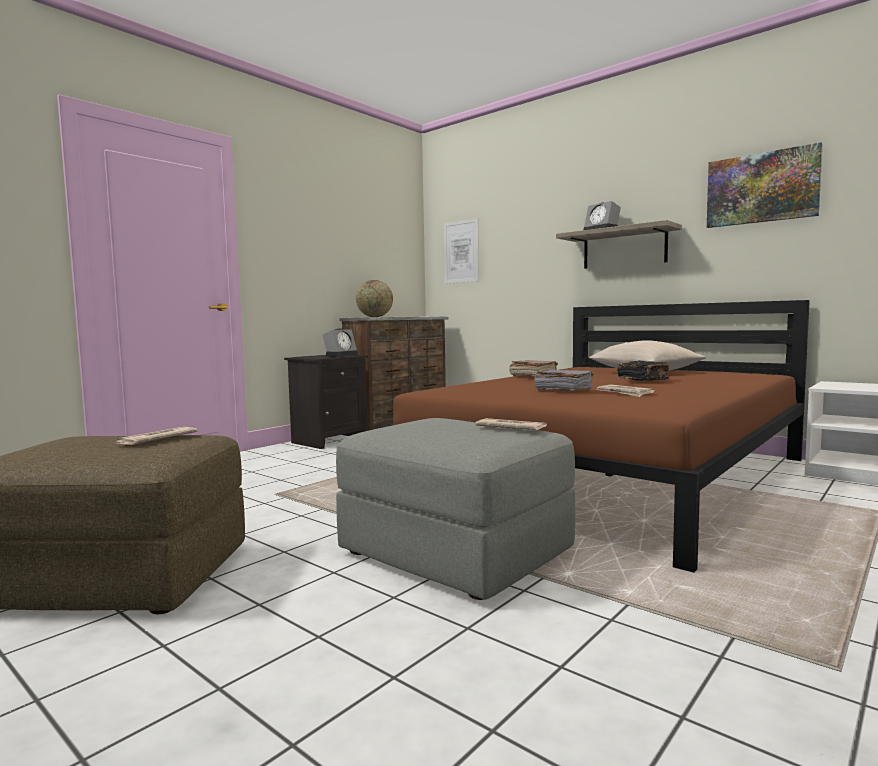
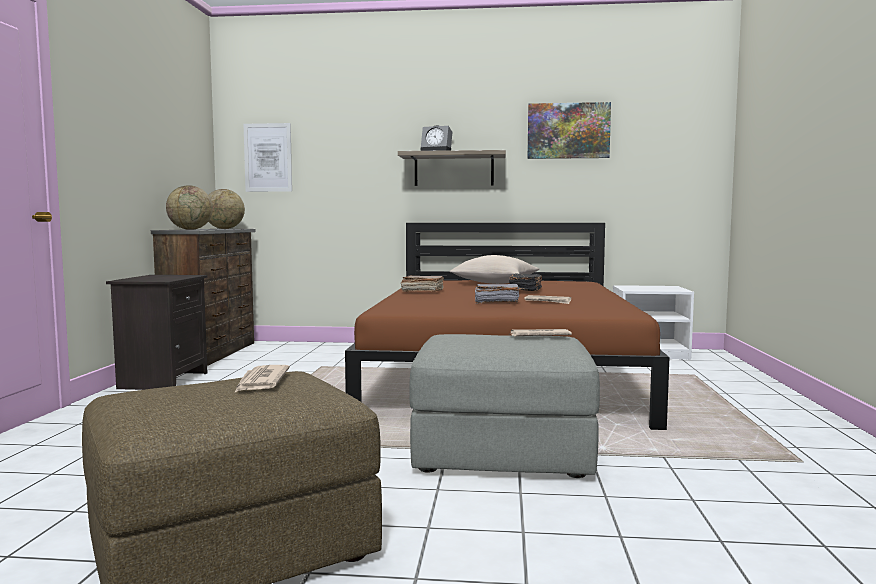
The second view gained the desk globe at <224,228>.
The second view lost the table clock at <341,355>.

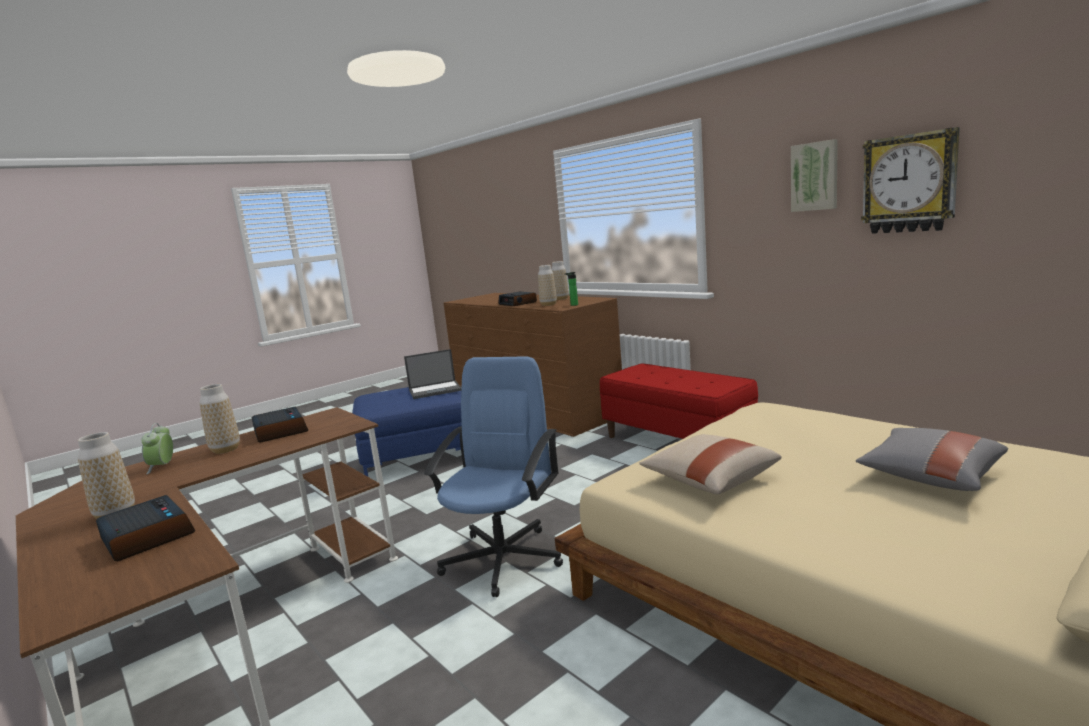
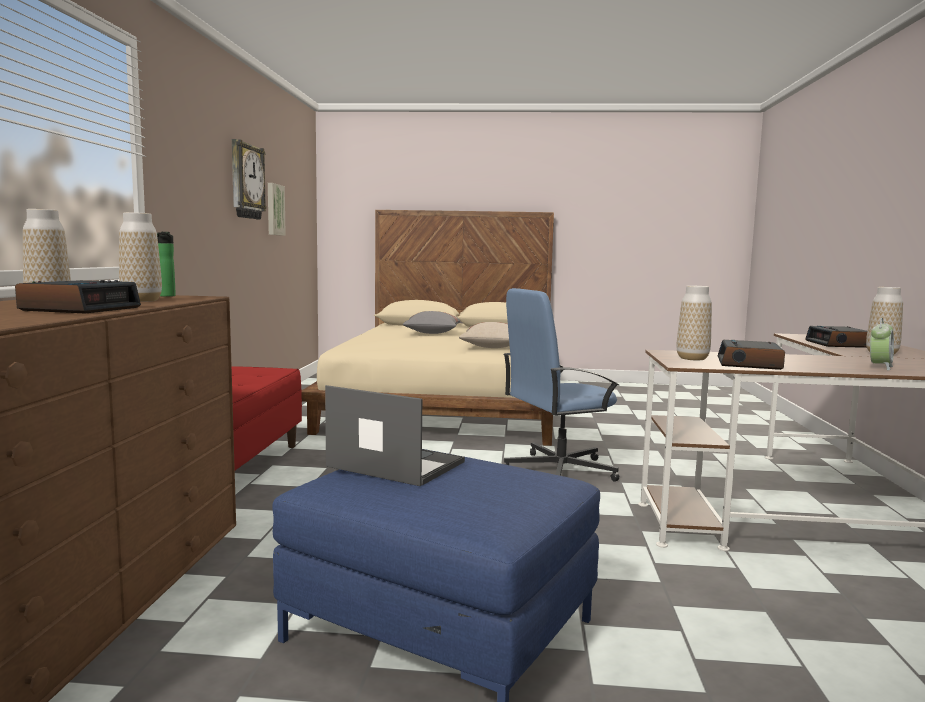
The wall art ended up elsewhere, having gone from <815,176> to <274,209>.
The vase ended up elsewhere, having gone from <225,449> to <692,358>.

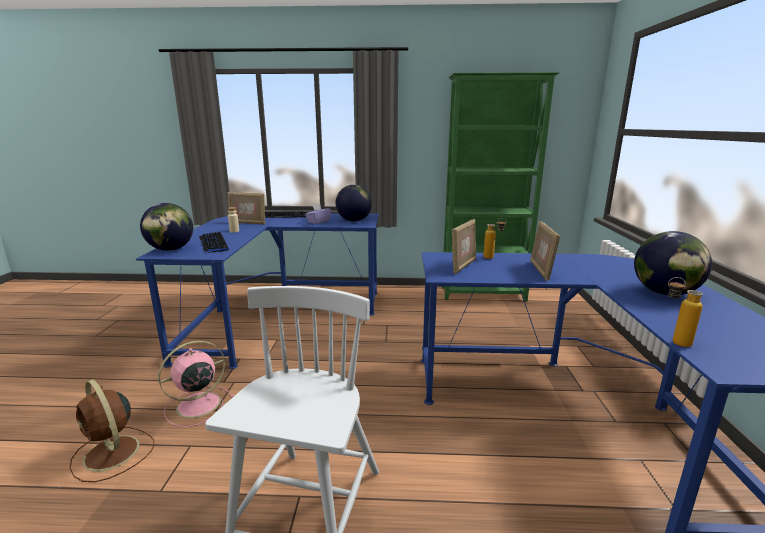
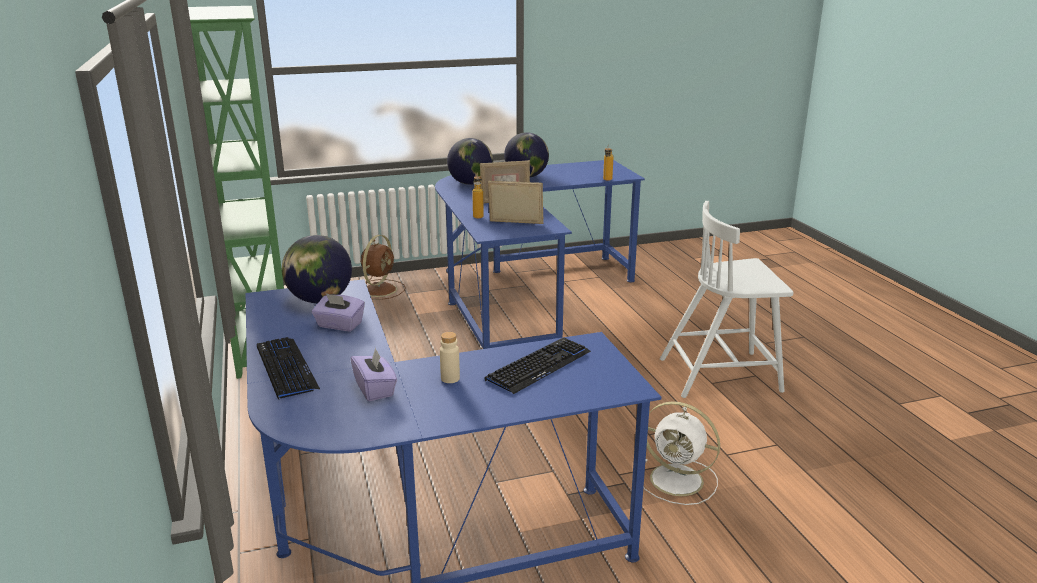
Where the picture frame stood at <247,223>, the tissue box (purple) came to stand at <375,389>.
The fan (brownish) ended up elsewhere, having gone from <112,454> to <380,289>.
The desk globe ended up elsewhere, having gone from <171,249> to <471,183>.
What was the fan (pink-coloured) at <196,405> turned into the fan (whitish) at <679,480>.

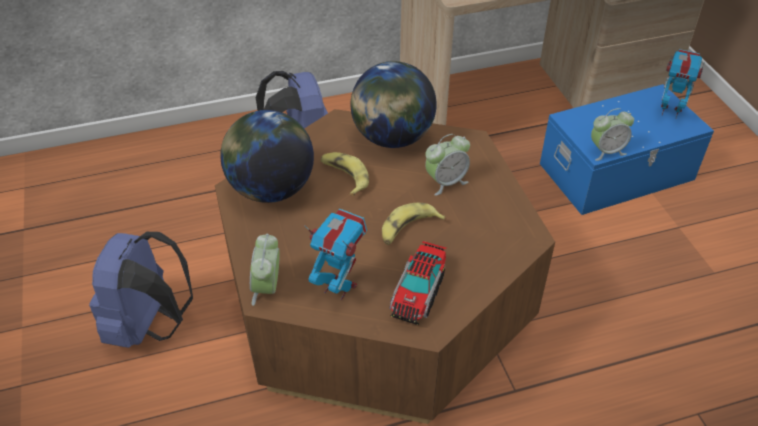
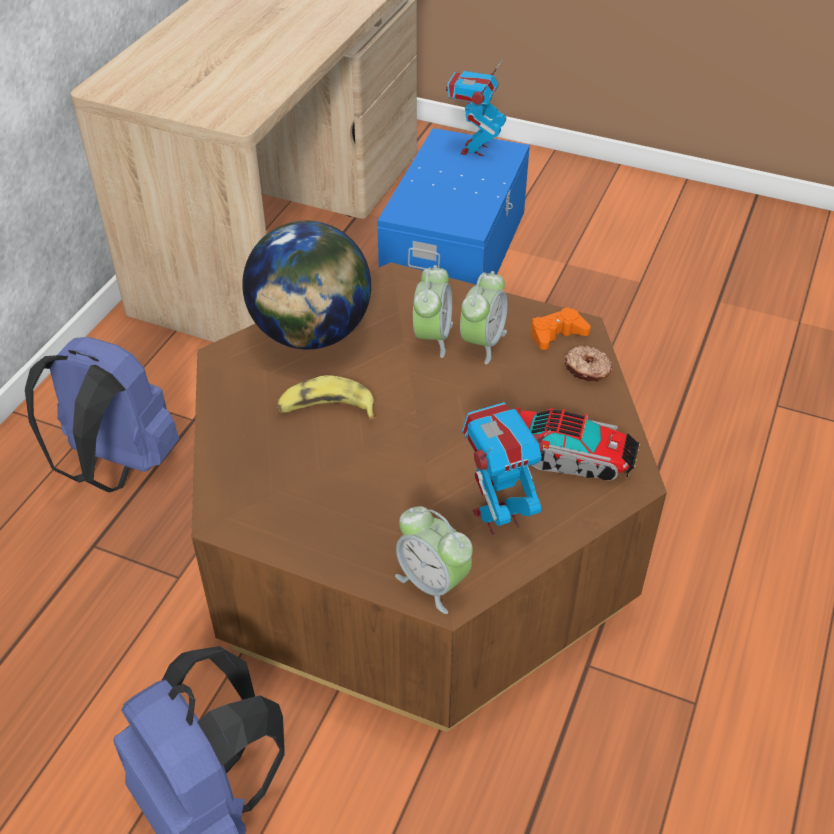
The model robot at <670,111> ended up facing another way, 45 degrees counterclockwise from before.
The table clock ended up elsewhere, having gone from <606,151> to <482,343>.
The toy truck at <418,292> ended up facing another way, 45 degrees counterclockwise from before.
The second view gained the joypad (orange-coloured) at <557,334>.
The second view gained the doughnut at <587,370>.
The second view lost the desk globe at <271,189>.
The second view lost the whole banana at <408,229>.

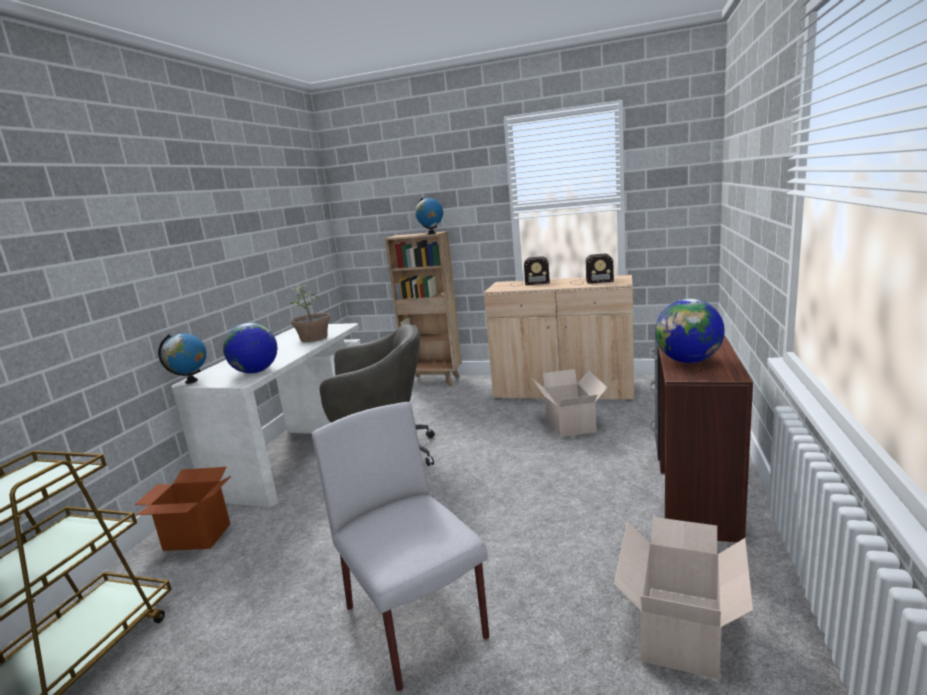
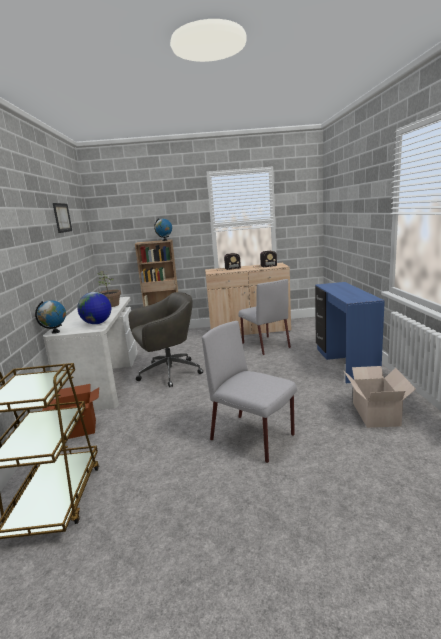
The second view gained the wall art at <62,217>.
Where the carton stood at <570,424>, the chair (gray) came to stand at <265,345>.
What was the desk (brownish) at <691,487> turned into the desk (blue-coloured) at <344,363>.
The second view lost the desk globe at <688,361>.

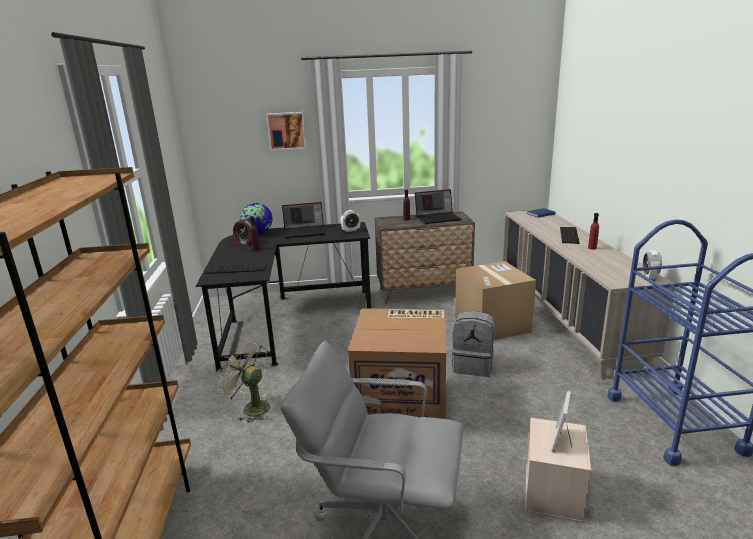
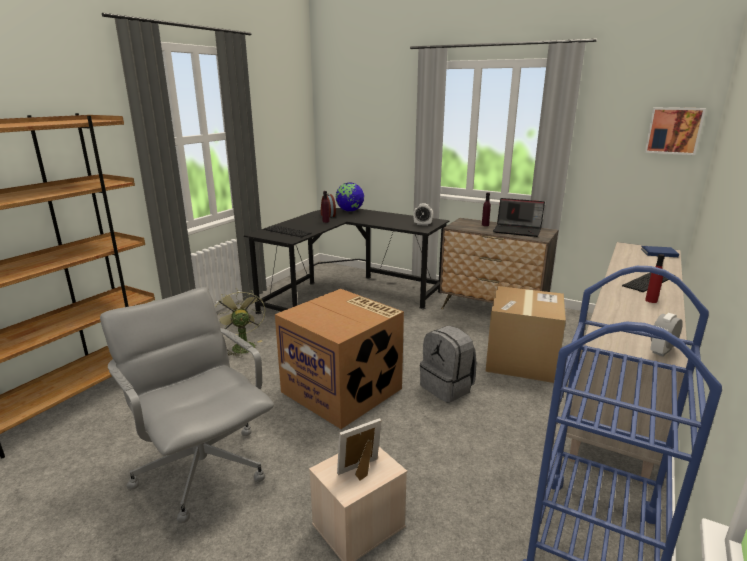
The wall art ended up elsewhere, having gone from <286,131> to <674,130>.
The second view lost the portable computer at <305,232>.

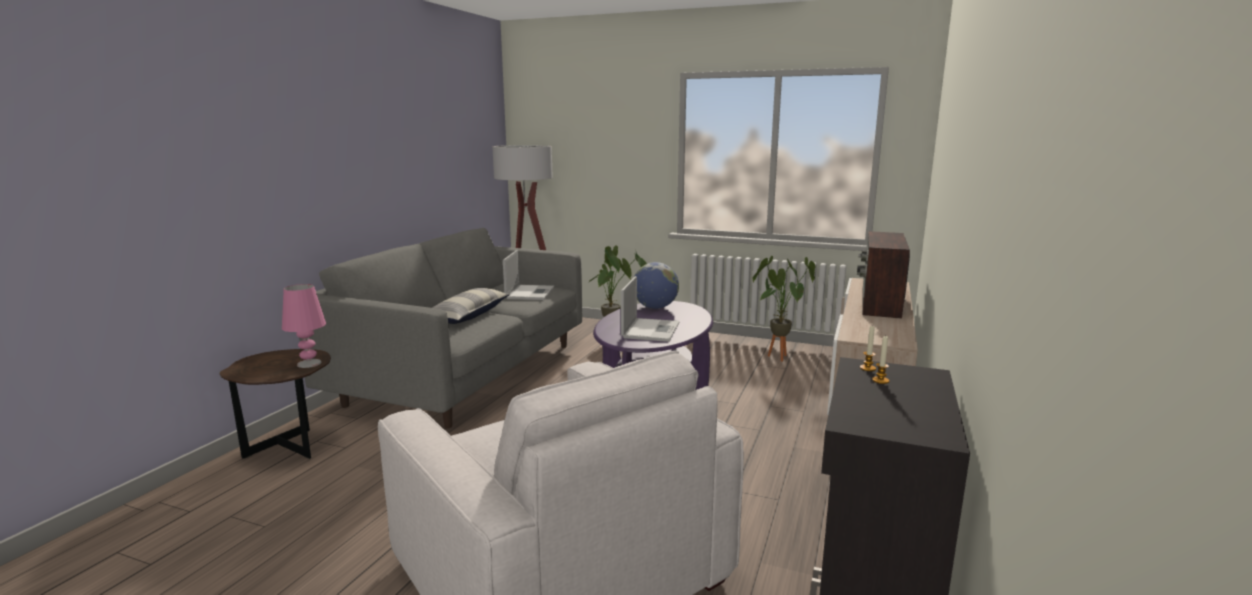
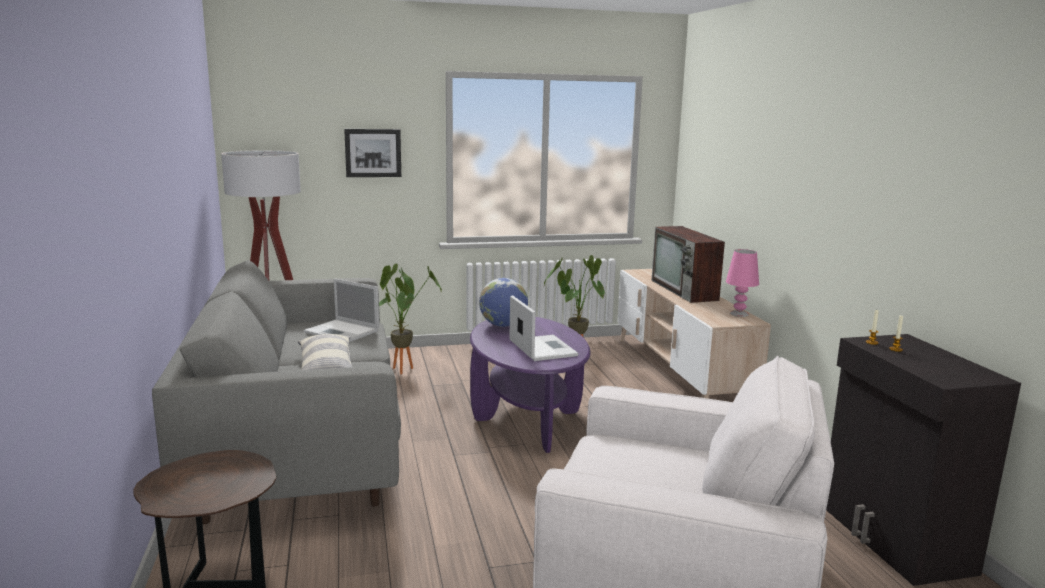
The portable computer at <530,293> ended up facing another way, 150 degrees clockwise from before.
The second view gained the wall art at <373,153>.
The tabletop lamp (pink-coloured) ended up elsewhere, having gone from <309,363> to <739,314>.

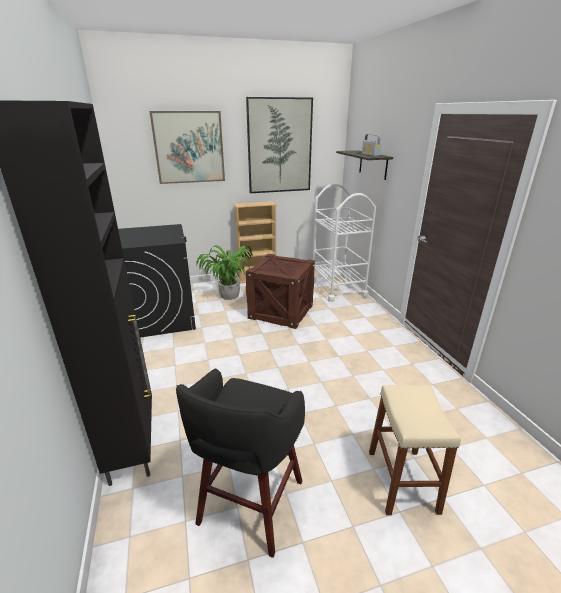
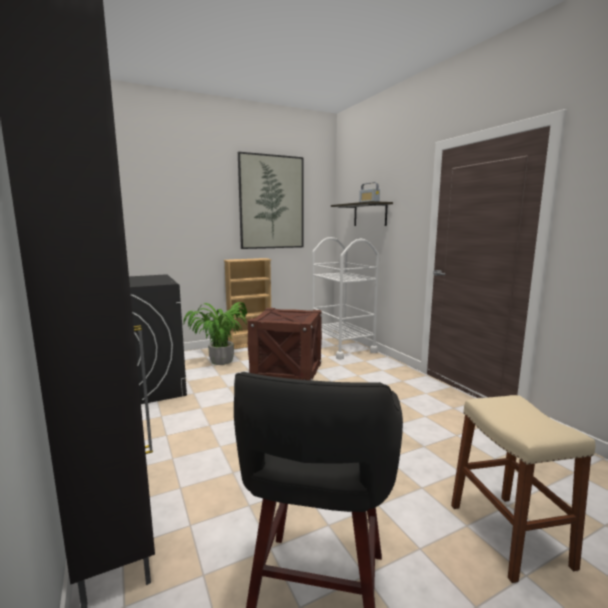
The second view lost the wall art at <189,147>.

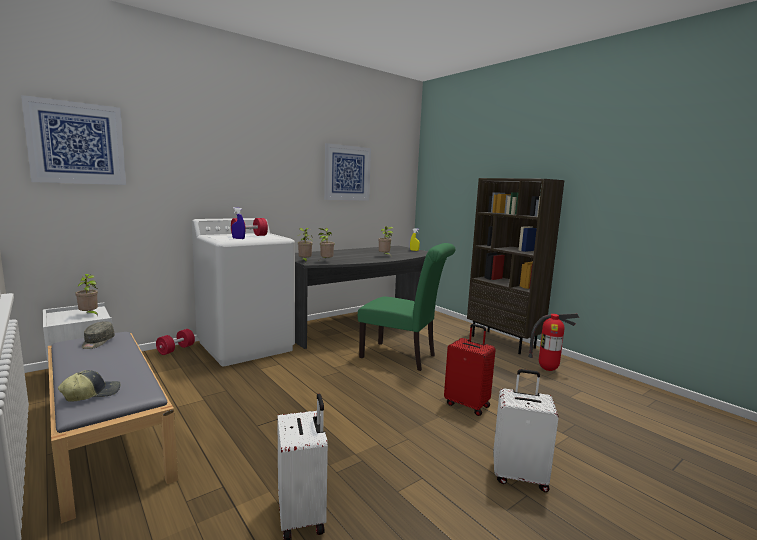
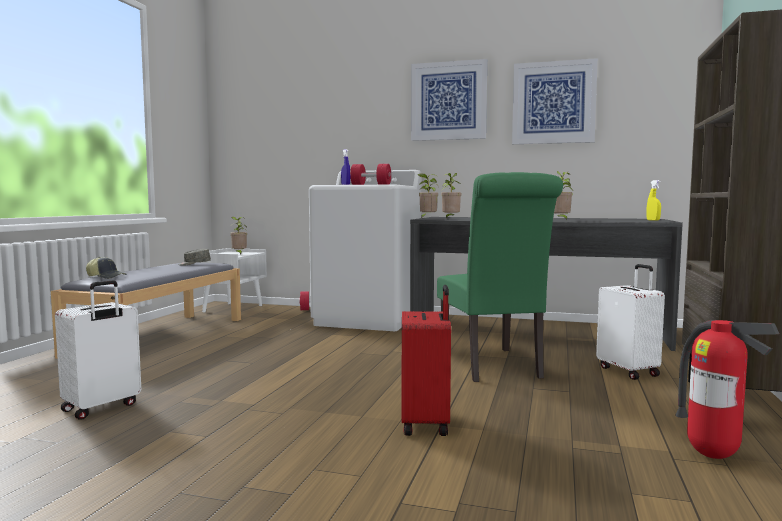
The wall art ended up elsewhere, having gone from <77,143> to <448,101>.
The suitcase (whitish) ended up elsewhere, having gone from <519,476> to <629,371>.

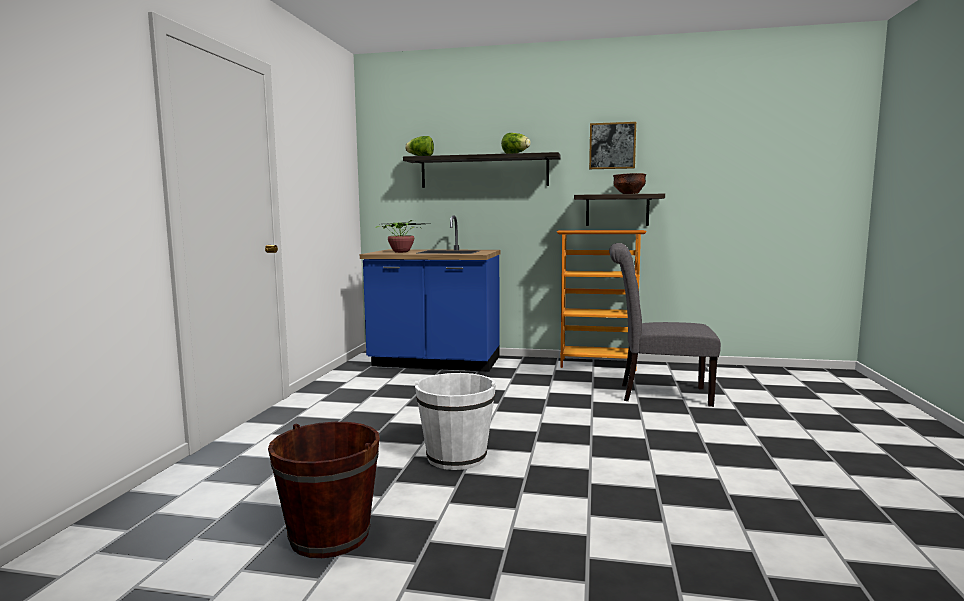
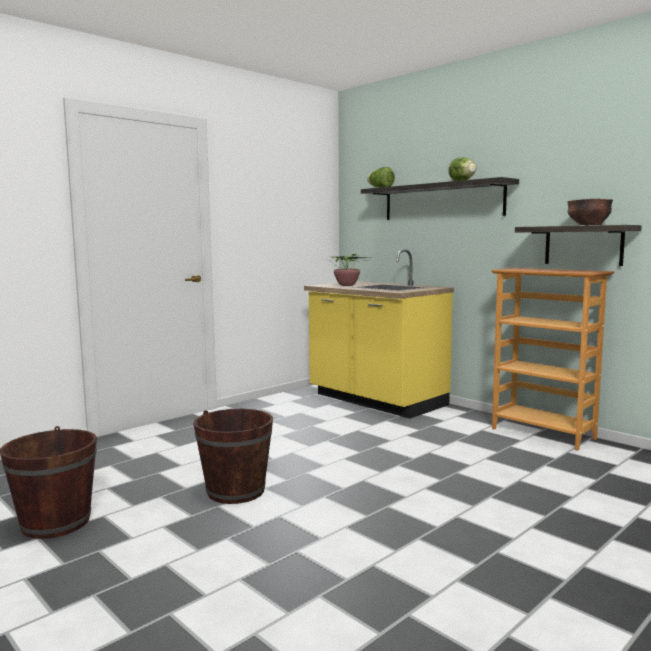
What was the bucket (whitish) at <456,457> turned into the bucket (brownish) at <236,491>.
What was the kitchen counter (blue-coloured) at <435,363> turned into the kitchen counter (yellow) at <376,400>.
The second view lost the wall art at <612,146>.
The second view lost the chair (gray) at <657,394>.

